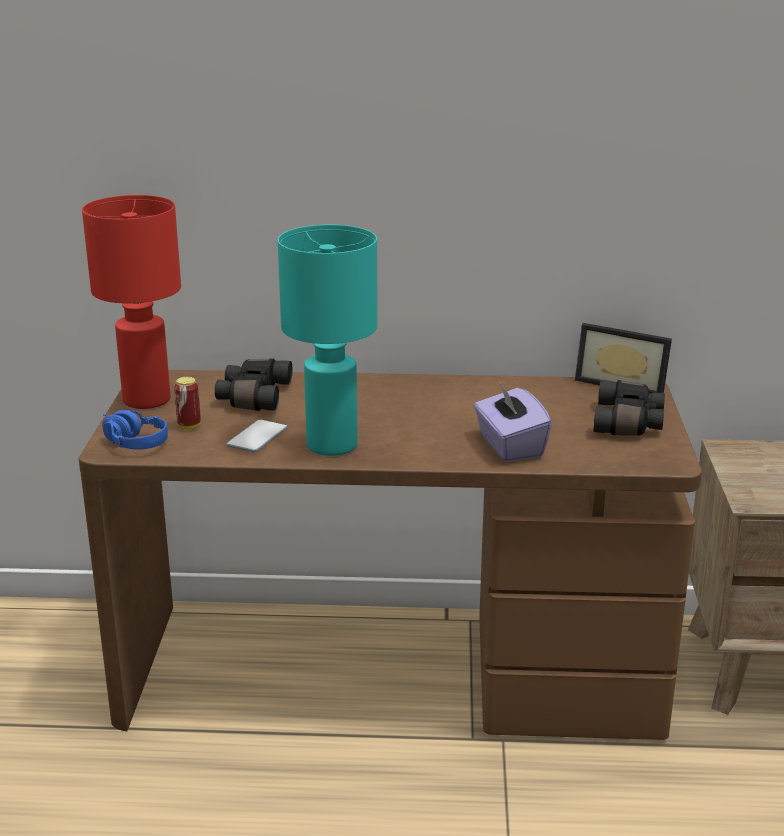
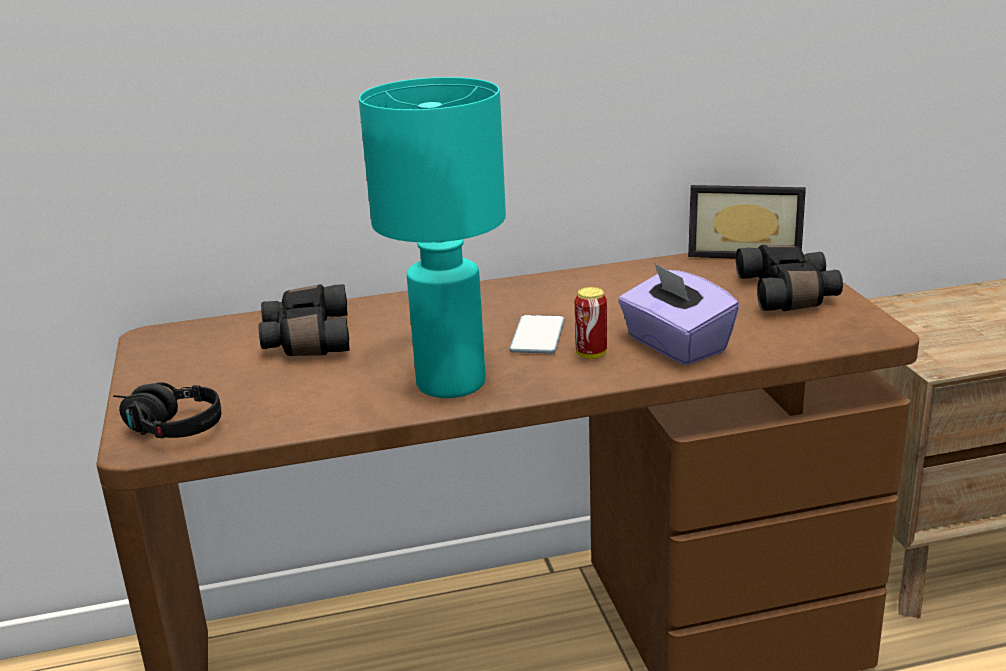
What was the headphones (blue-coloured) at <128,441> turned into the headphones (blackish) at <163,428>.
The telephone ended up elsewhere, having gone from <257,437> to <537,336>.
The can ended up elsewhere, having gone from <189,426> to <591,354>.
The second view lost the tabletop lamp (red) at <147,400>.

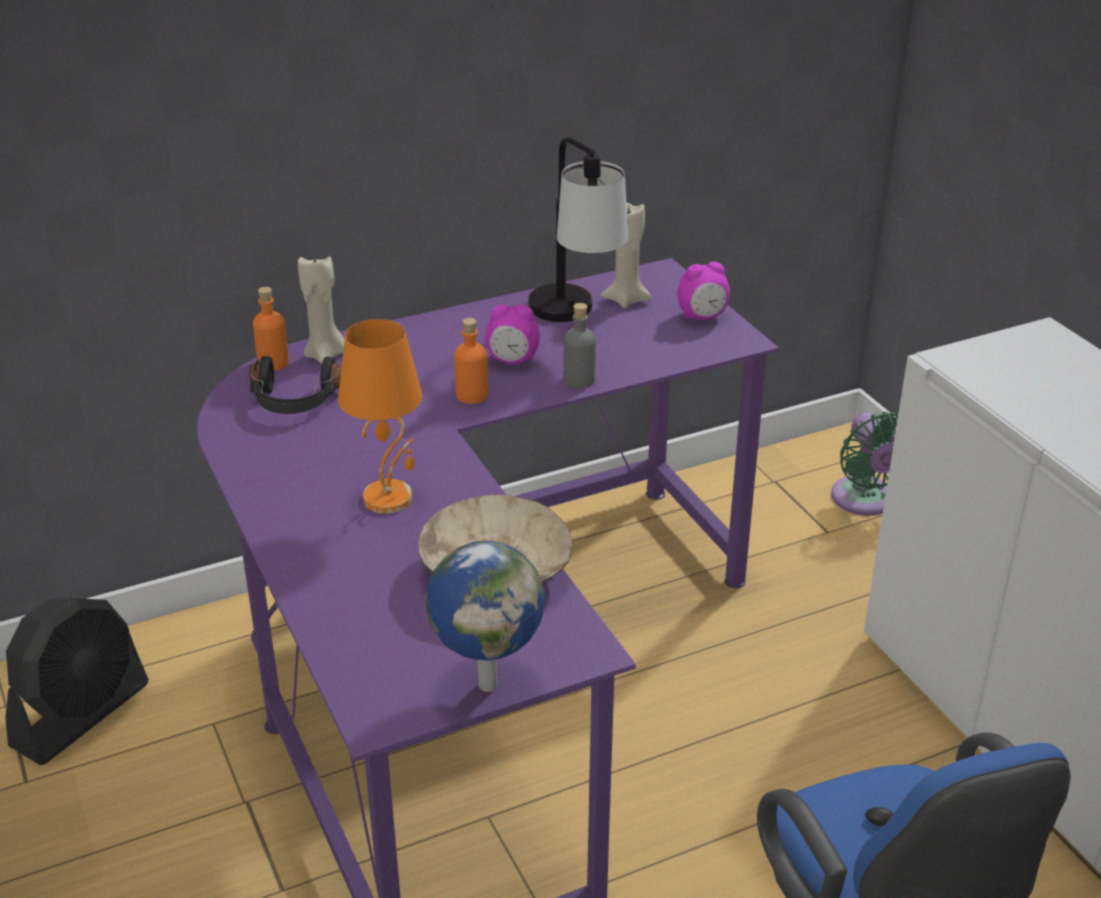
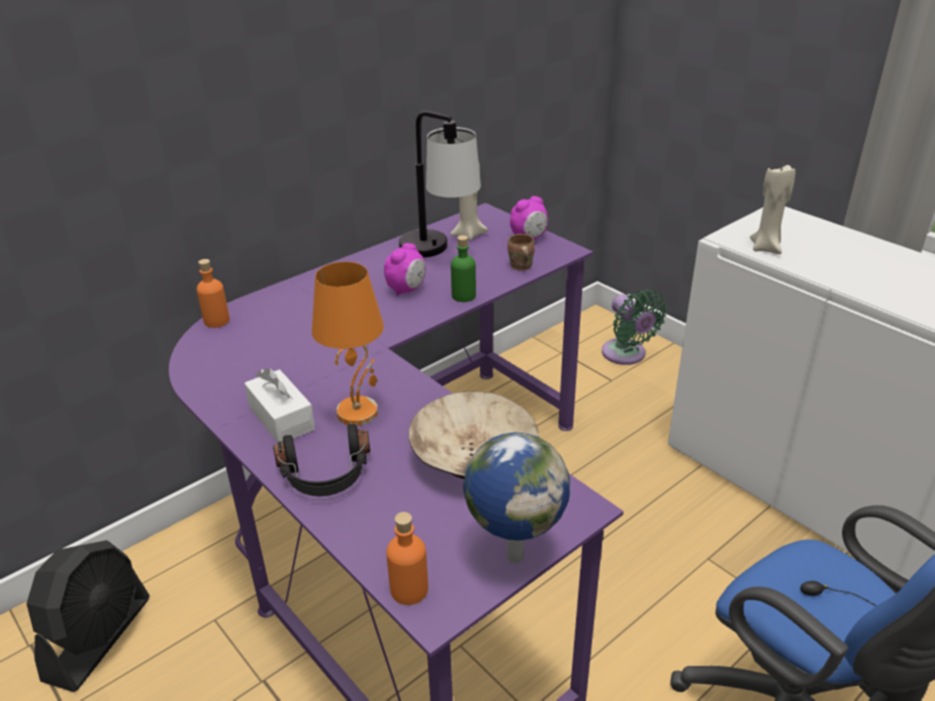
The second view gained the tissue box (whitish) at <281,418>.
The headphones (blackish) ended up elsewhere, having gone from <295,402> to <326,476>.
The table clock at <512,361> ended up facing another way, 45 degrees counterclockwise from before.
The beverage bottle (orange-coloured) ended up elsewhere, having gone from <472,395> to <409,590>.
What was the beverage bottle (gray) at <579,380> turned into the beverage bottle (greenish) at <463,296>.
The second view gained the mug (brownish) at <520,267>.
The wax candle (sand-coloured) ended up elsewhere, having gone from <326,355> to <766,248>.

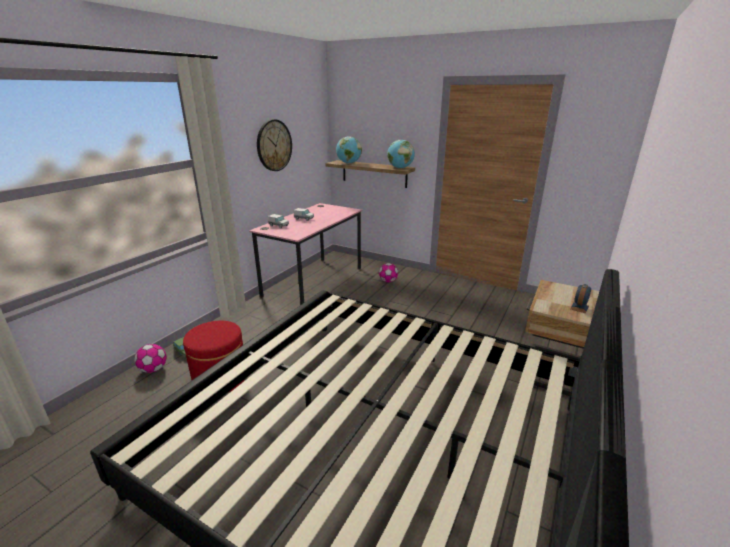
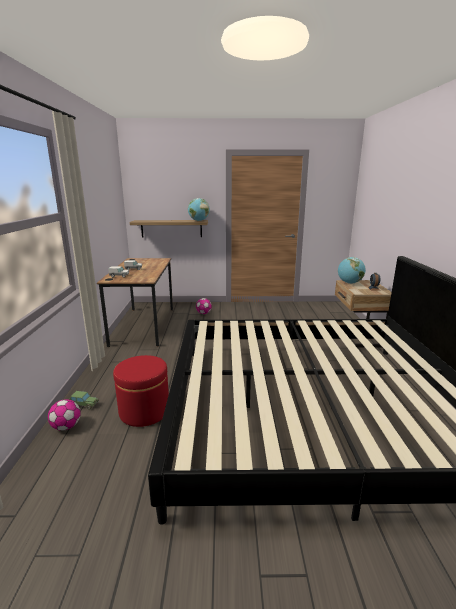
What was the desk (pink-coloured) at <314,282> turned into the desk (brownish) at <144,326>.
The desk globe ended up elsewhere, having gone from <348,163> to <349,283>.
The second view lost the clock on the wall at <274,145>.

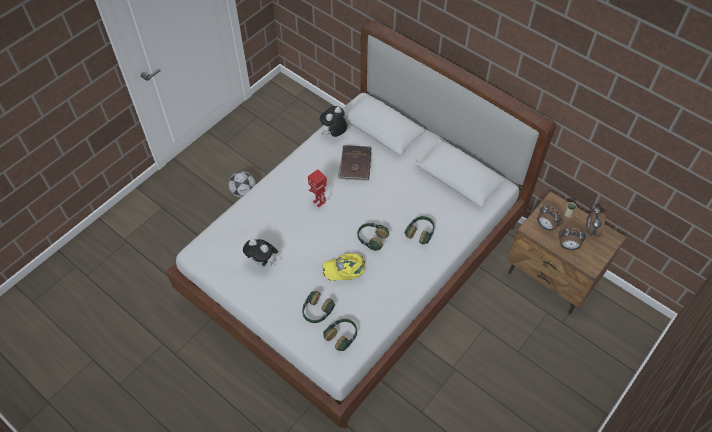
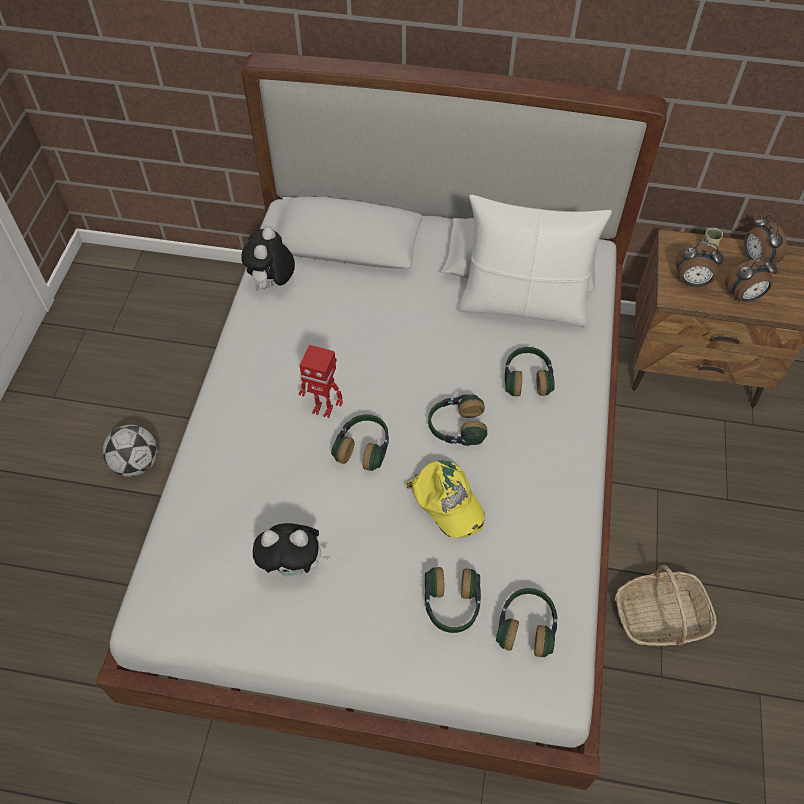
The second view gained the headphones at <363,448>.
The peaked cap (yellow) at <344,268> ended up facing another way, 90 degrees counterclockwise from before.
The second view gained the cushion (whitish) at <523,304>.
The second view gained the basket at <660,617>.
The second view lost the volume (brownish) at <355,164>.

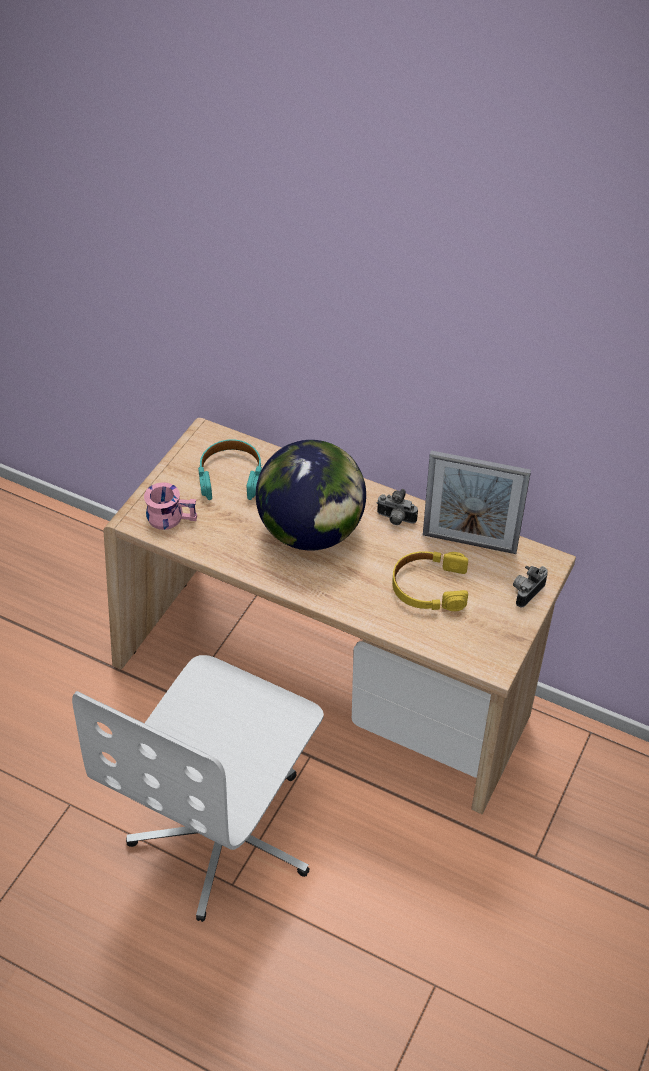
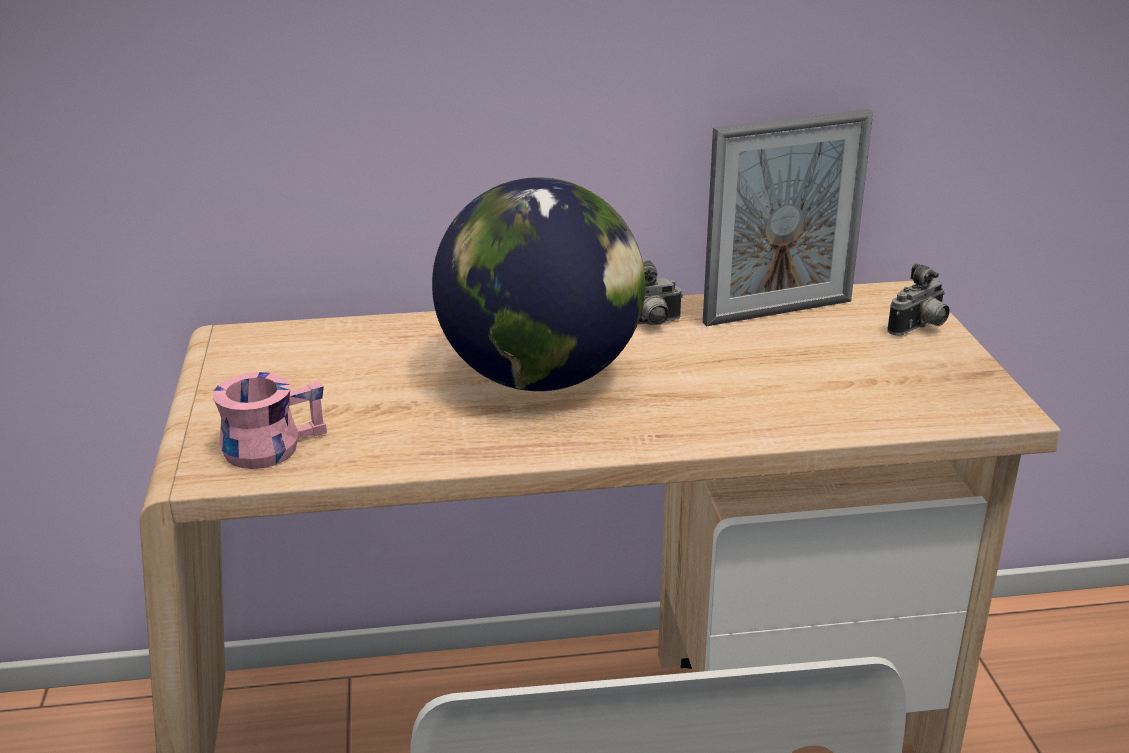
The still camera at <526,592> ended up facing another way, 135 degrees counterclockwise from before.
The second view lost the headphones (turquoise) at <231,476>.
The second view lost the headphones (yellow) at <429,587>.

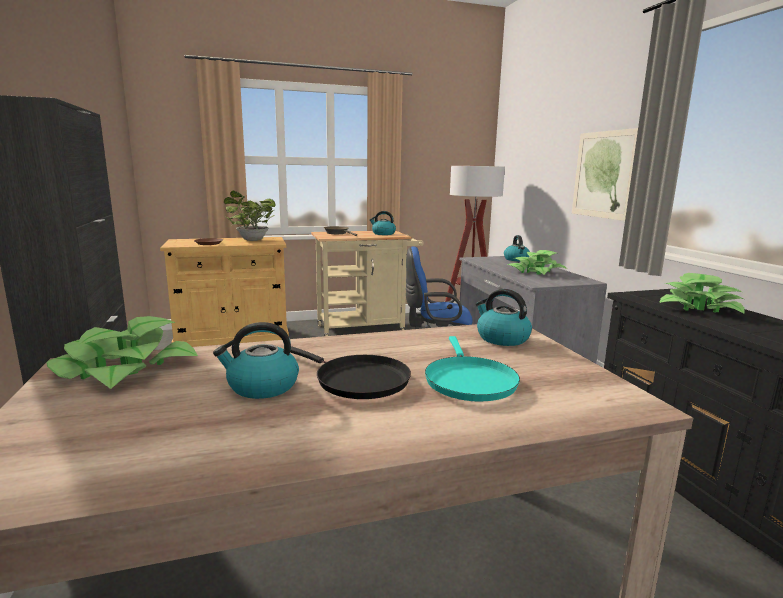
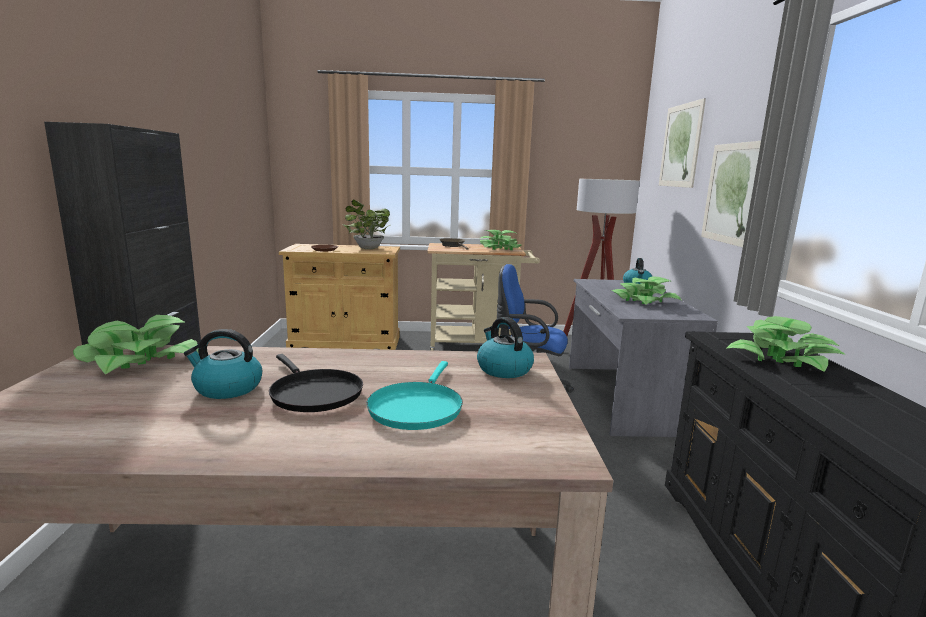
Where the tea kettle stood at <383,234>, the houseplant came to stand at <499,248>.
The second view gained the wall art at <680,146>.

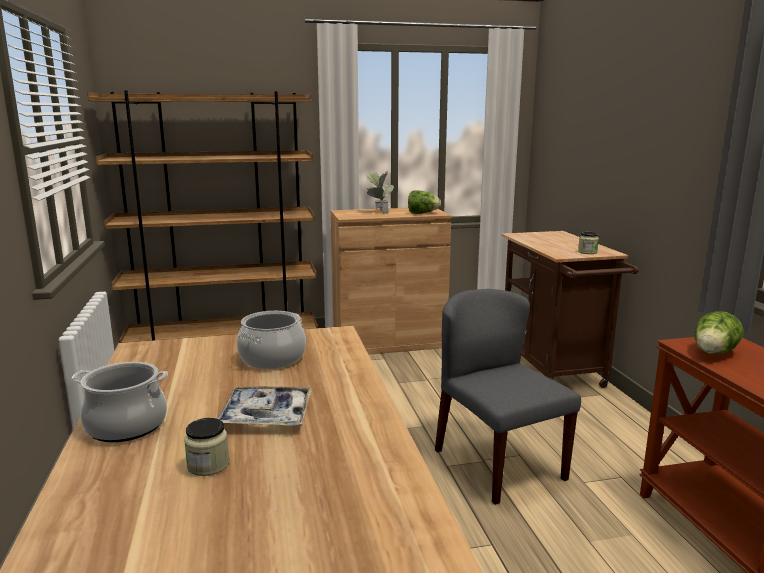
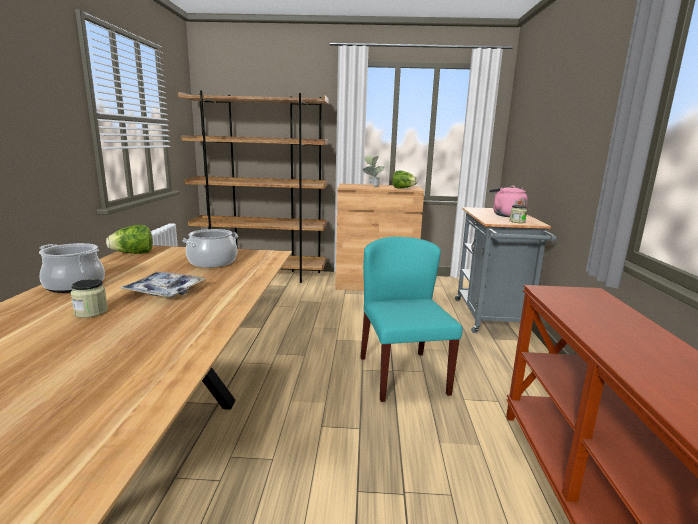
The lettuce head ended up elsewhere, having gone from <713,353> to <133,254>.
What was the chair (gray) at <498,464> turned into the chair (turquoise) at <402,374>.
What was the cart (brownish) at <554,372> turned into the cart (gray) at <491,319>.
The second view gained the tea kettle (pink-coloured) at <506,215>.

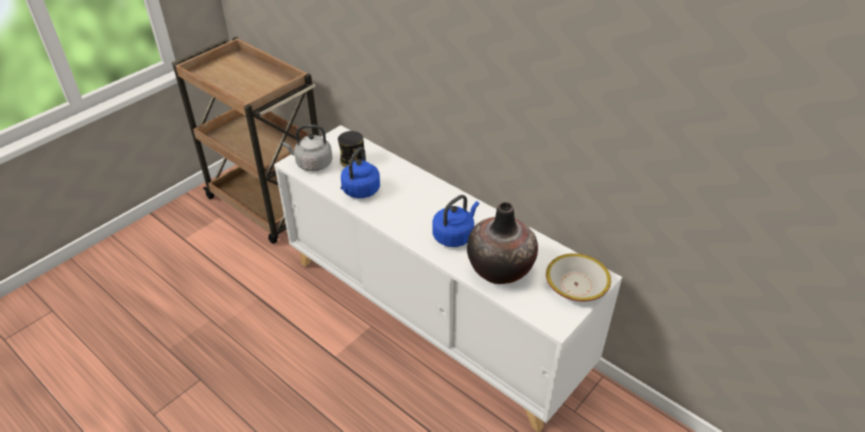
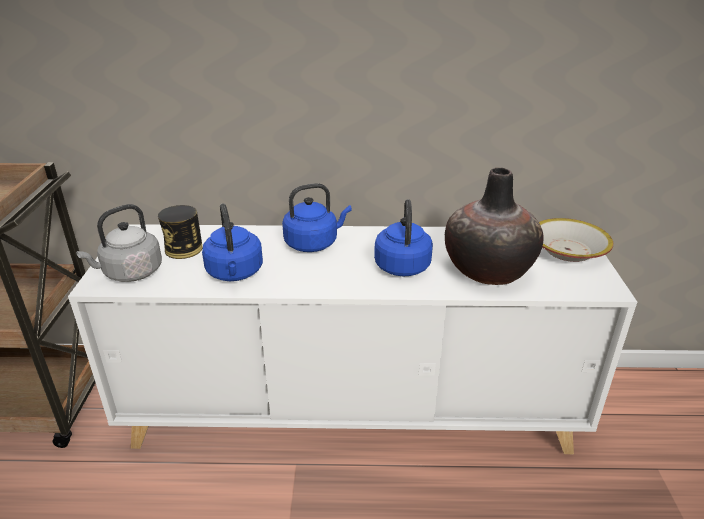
The second view gained the tea kettle (blue-coloured) at <314,243>.

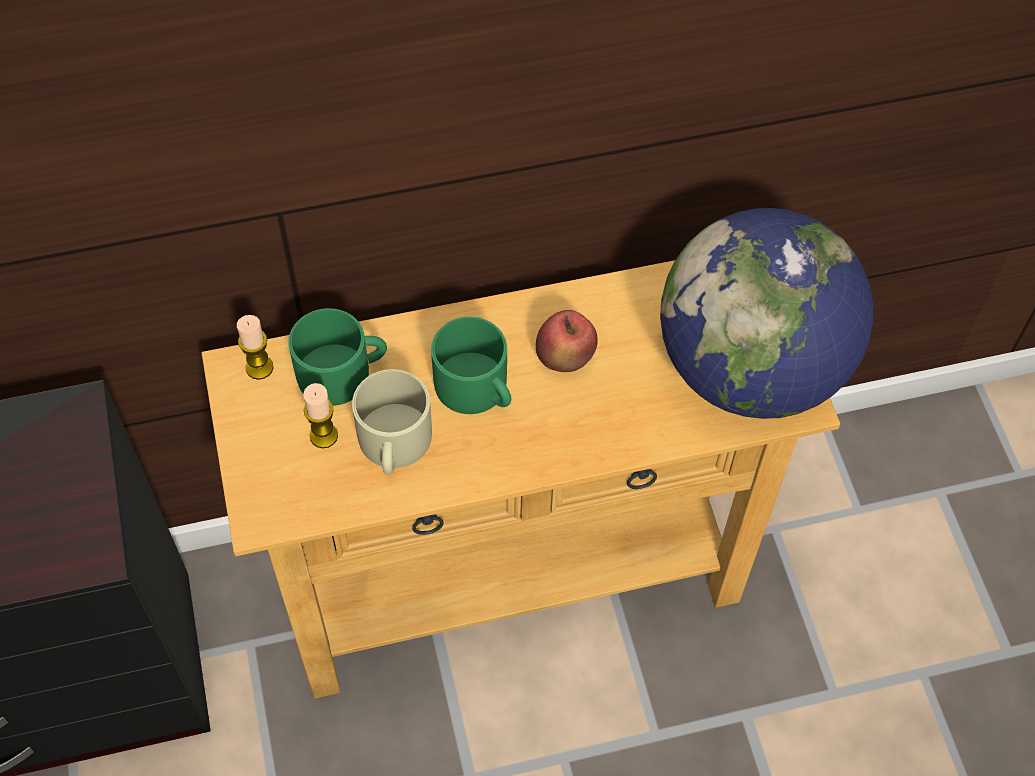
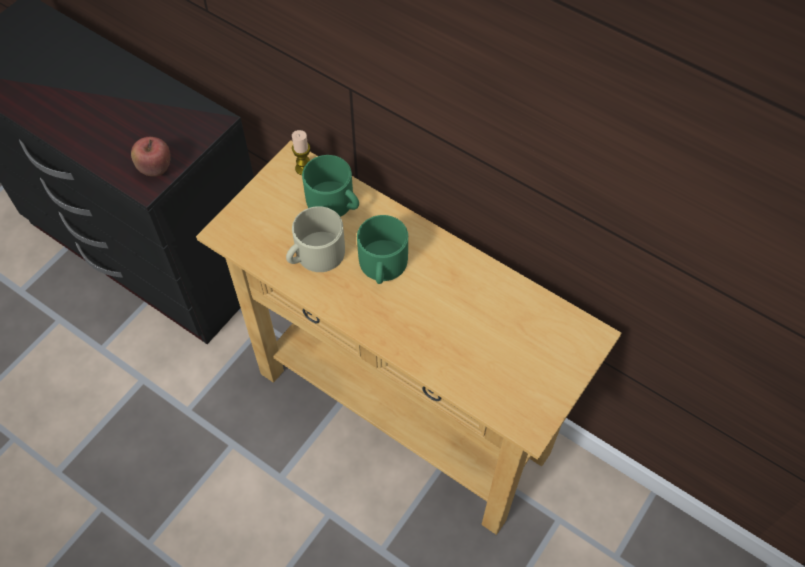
The apple ended up elsewhere, having gone from <565,359> to <155,169>.
The second view lost the wax candle at <323,436>.
The second view lost the desk globe at <751,368>.

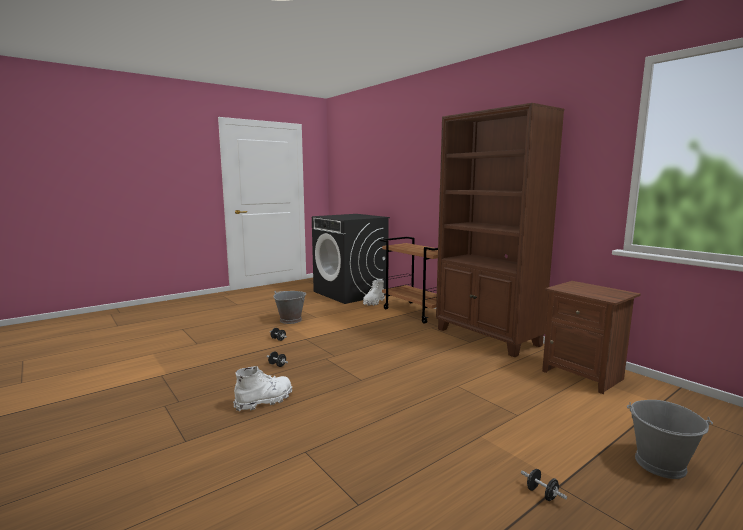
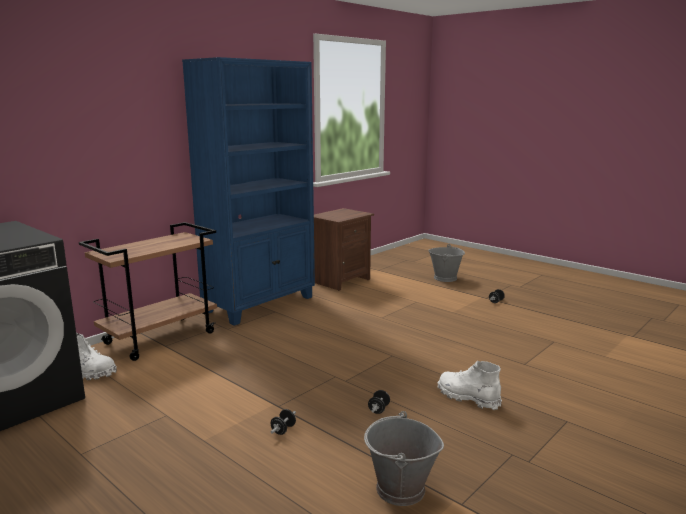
What was the bookshelf (brownish) at <487,337> turned into the bookshelf (blue-coloured) at <261,304>.
The bucket (gray) ended up elsewhere, having gone from <290,320> to <400,489>.

